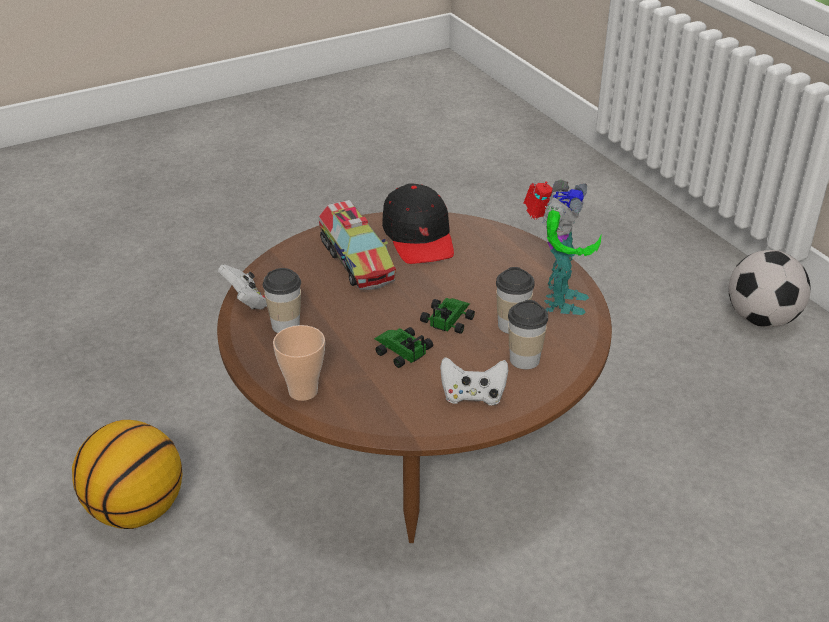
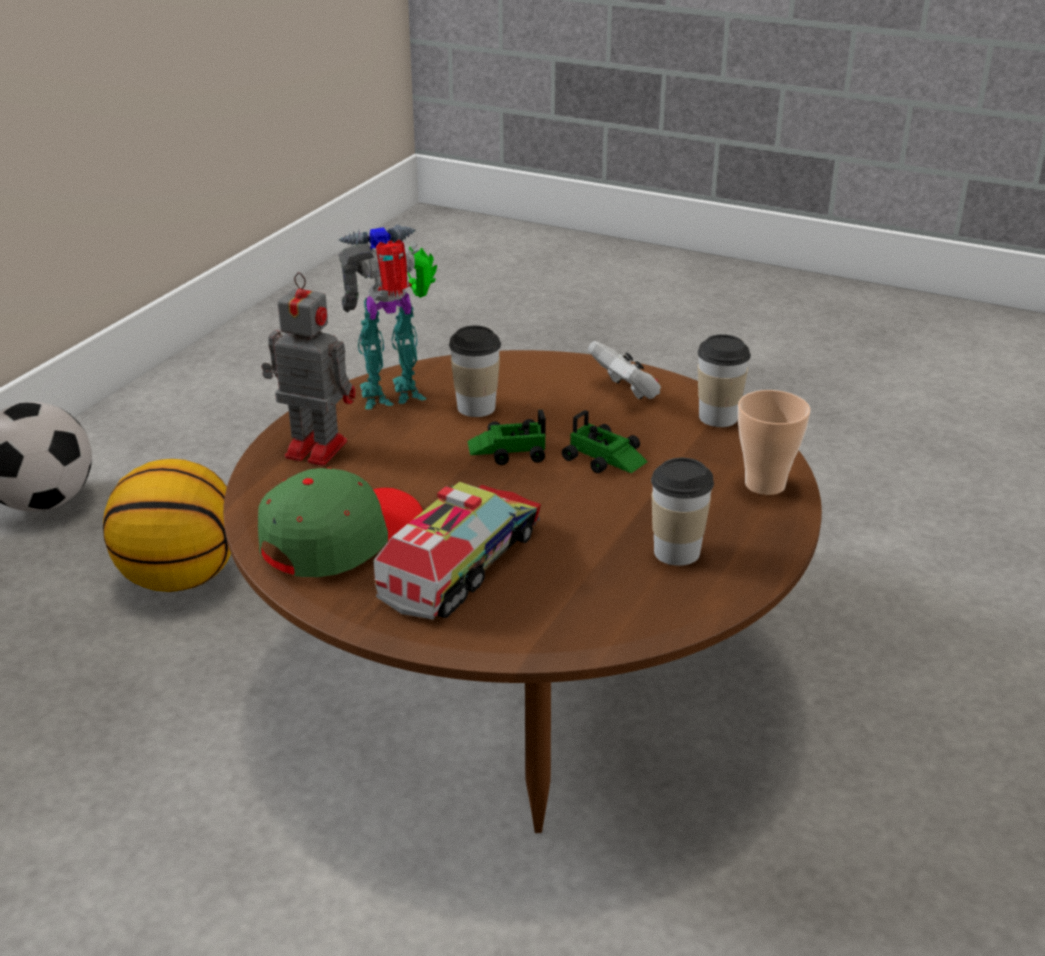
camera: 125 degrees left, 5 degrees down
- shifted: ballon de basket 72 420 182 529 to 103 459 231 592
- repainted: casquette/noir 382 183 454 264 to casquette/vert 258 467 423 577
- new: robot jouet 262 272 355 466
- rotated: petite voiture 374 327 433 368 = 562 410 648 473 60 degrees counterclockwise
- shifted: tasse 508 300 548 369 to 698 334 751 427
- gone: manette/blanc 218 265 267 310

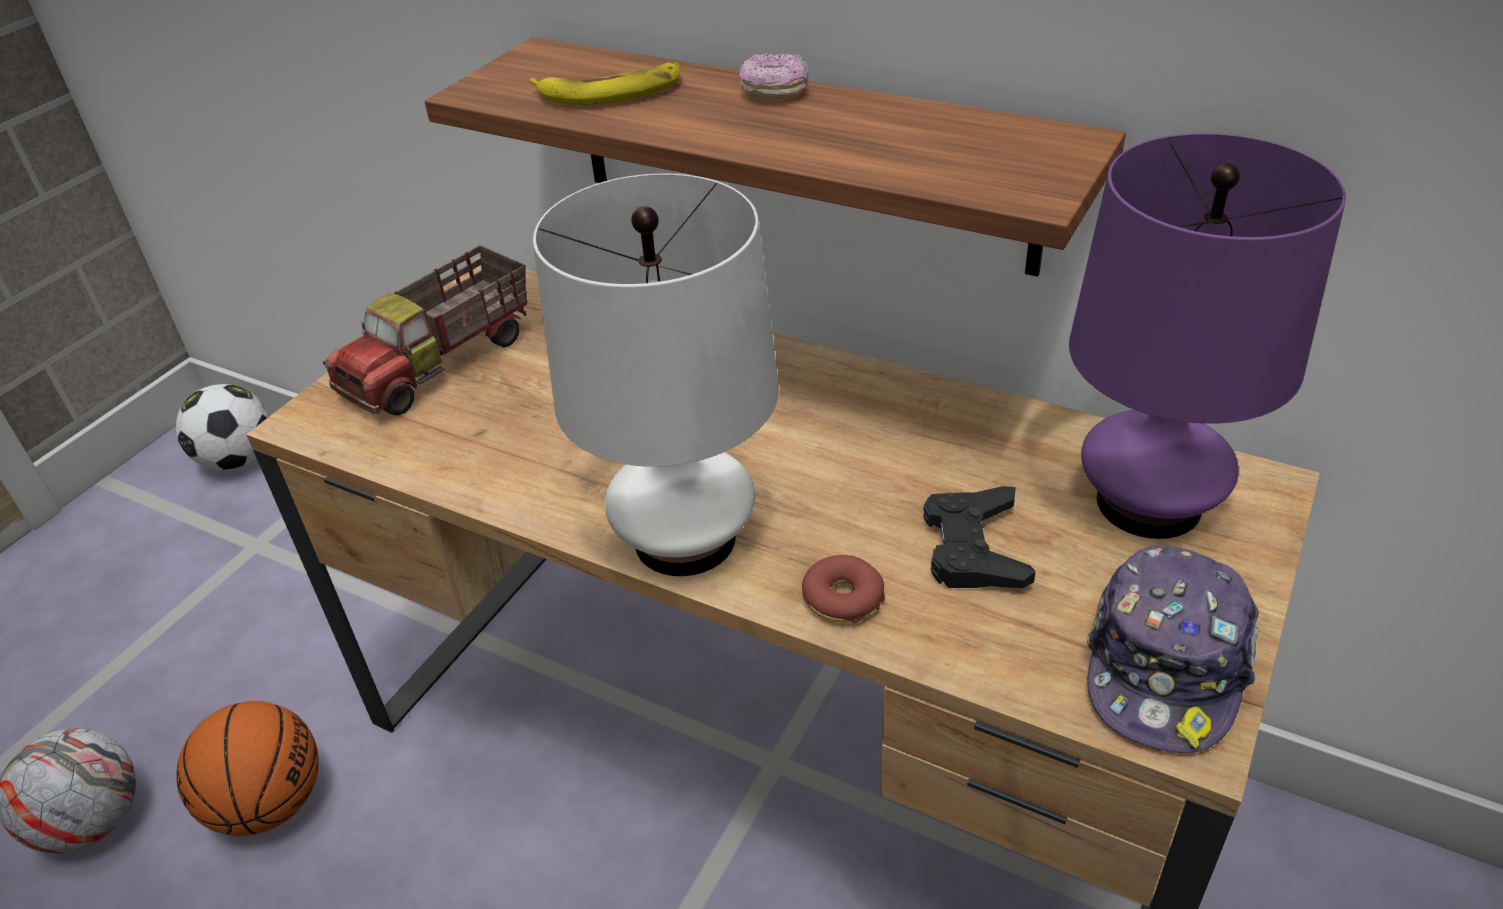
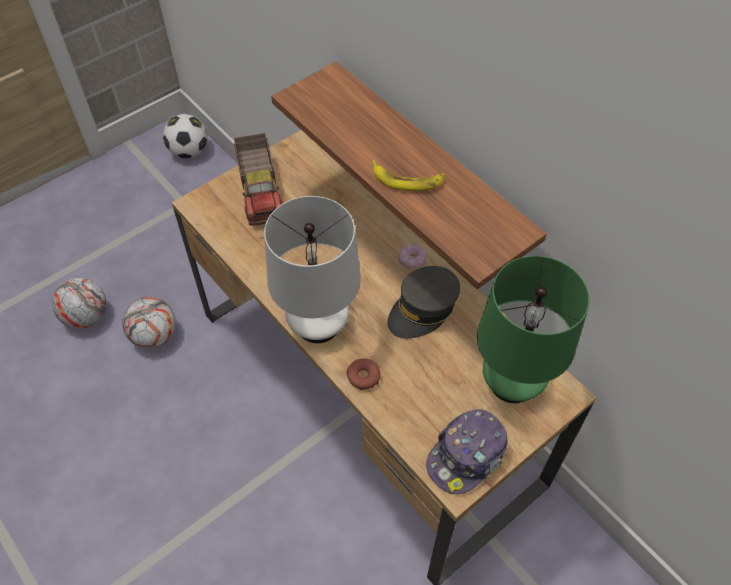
camera: 20 degrees right, 15 degrees up
- swapped: ballon de basket 176 701 319 836 to ballon de foot 122 297 176 349
- rotated: camion jouet 323 245 528 416 = 234 133 283 226 75 degrees counterclockwise
- shifted: banane 529 62 681 105 to 372 160 445 191
- new: casquette/gris 387 266 460 339
- shifted: beignet 739 54 808 99 to 398 244 427 270
- repainted: lampe de table/violet 1069 133 1346 539 to lampe de table/vert 477 256 589 403
- gone: manette/noir 923 486 1036 588

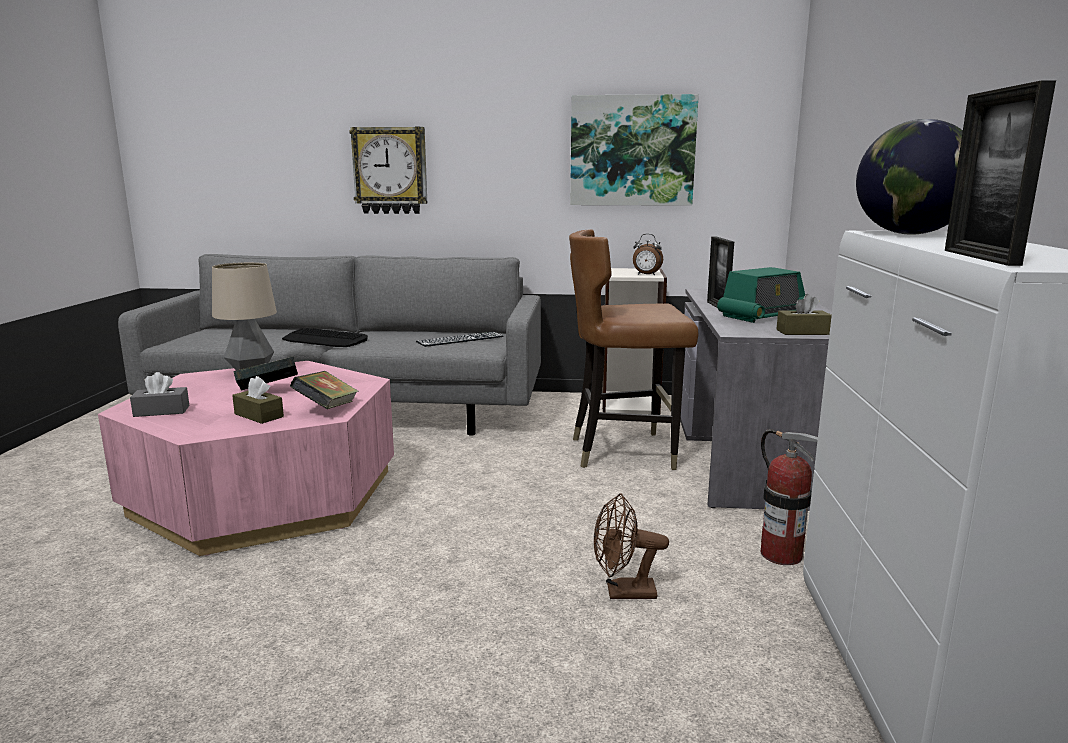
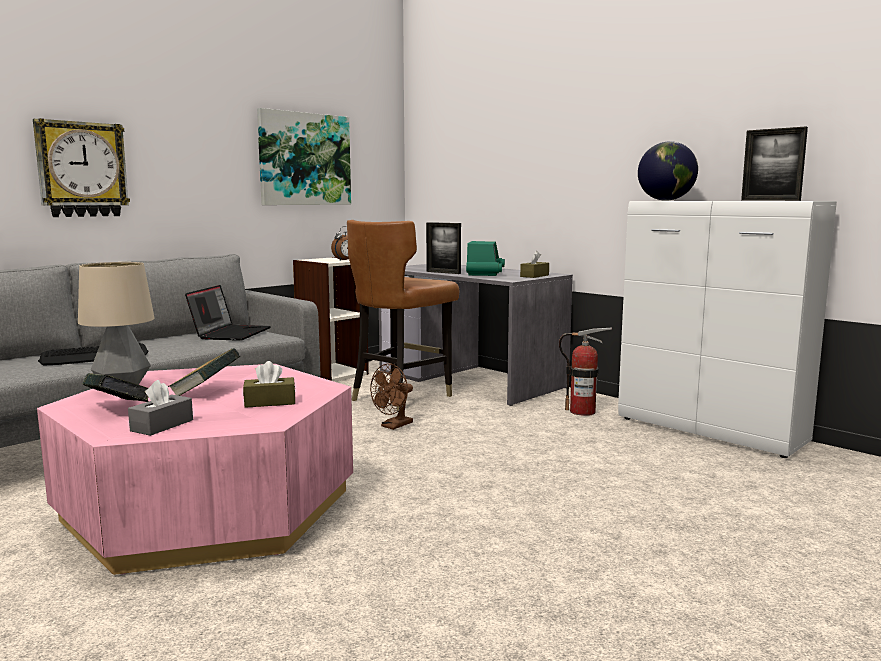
camera: 50 degrees left, 5 degrees down
- shifted: livre 290 371 358 409 to 83 373 149 402
- swapped: clavier 416 332 503 347 to ordinateur portable 185 285 271 341
- shifted: ventilateur/marron 594 494 669 599 to 370 363 413 430

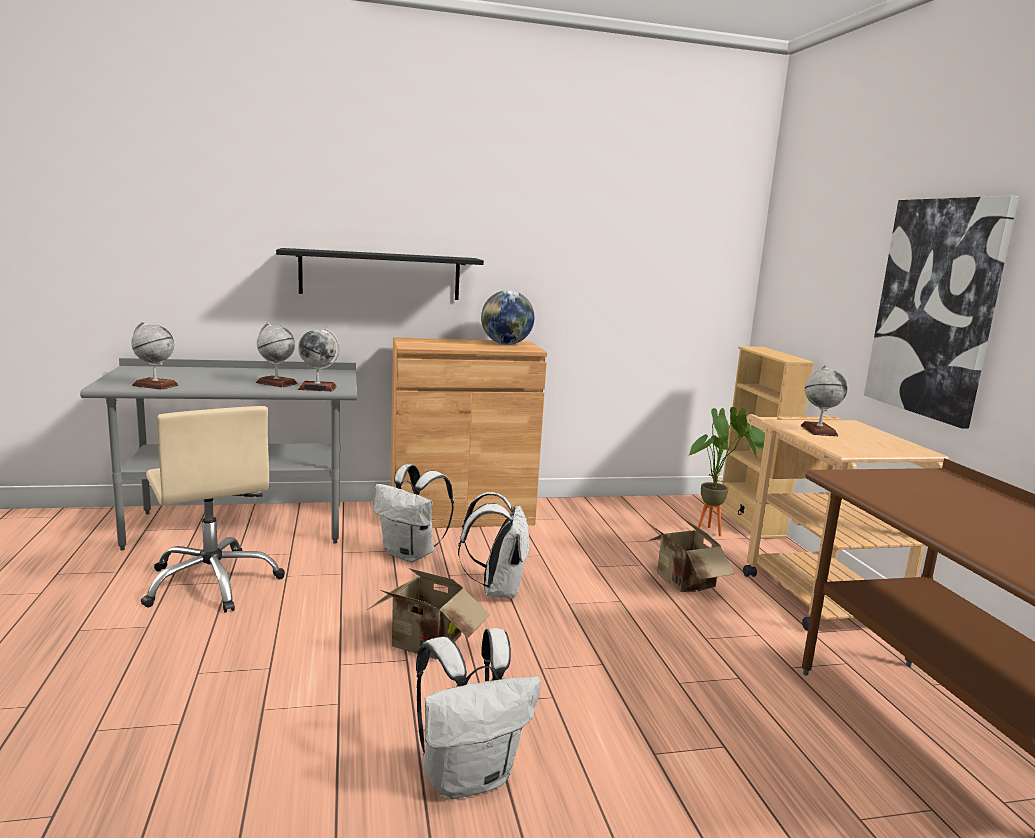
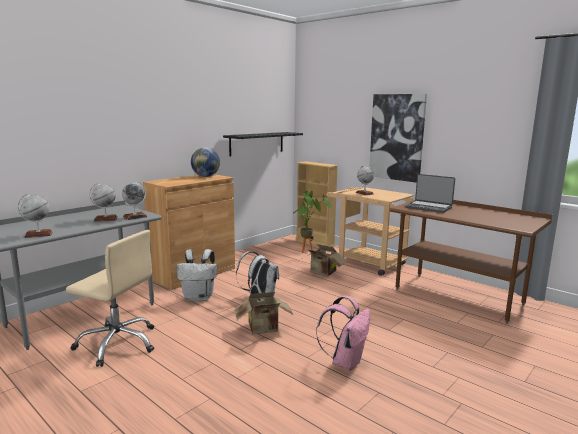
camera: 35 degrees left, 0 degrees up
- shifted: étagère/noir 276 248 484 300 to 223 132 303 156
- repainted: sac à dos/blanc 416 628 541 799 to sac à dos/rose 316 296 370 371
- new: ordinateur portable 406 174 455 213

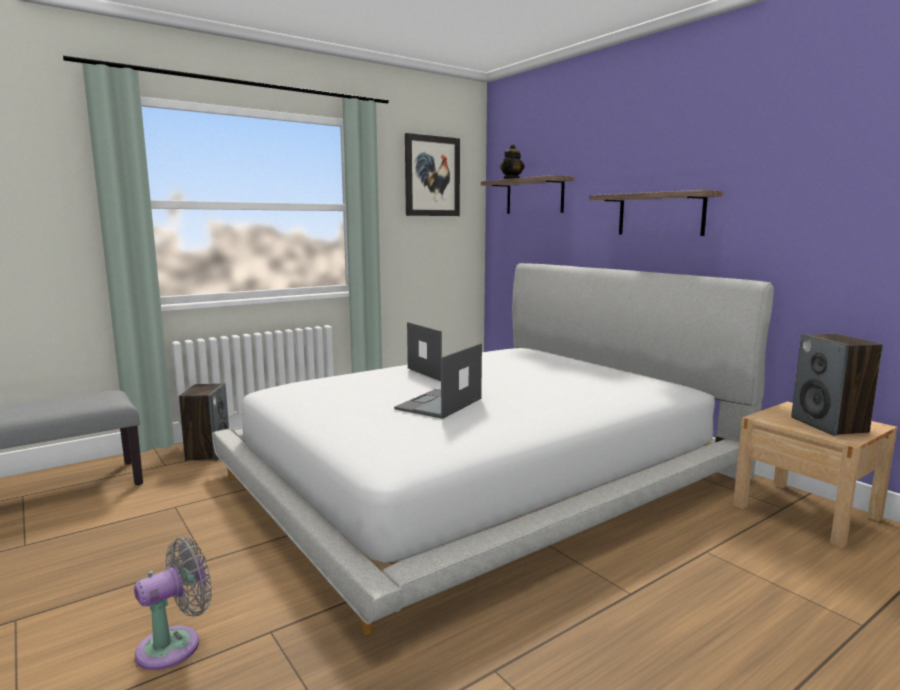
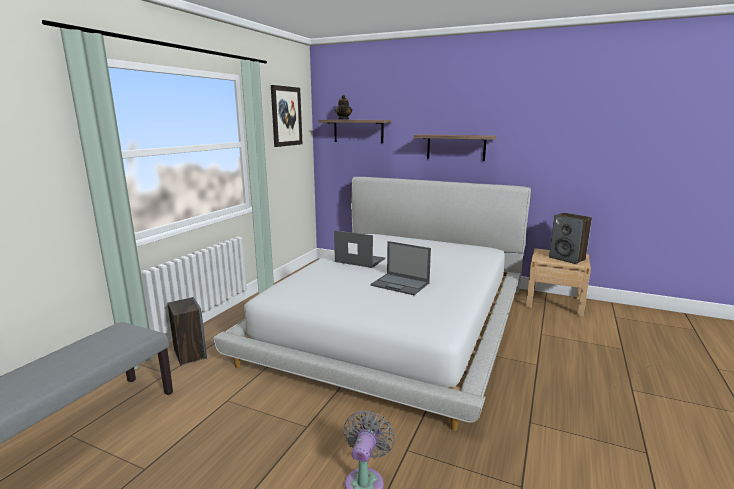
camera: 30 degrees left, 5 degrees up
- rotated: ordinateur portable 394 343 482 419 = 370 241 431 295 60 degrees counterclockwise

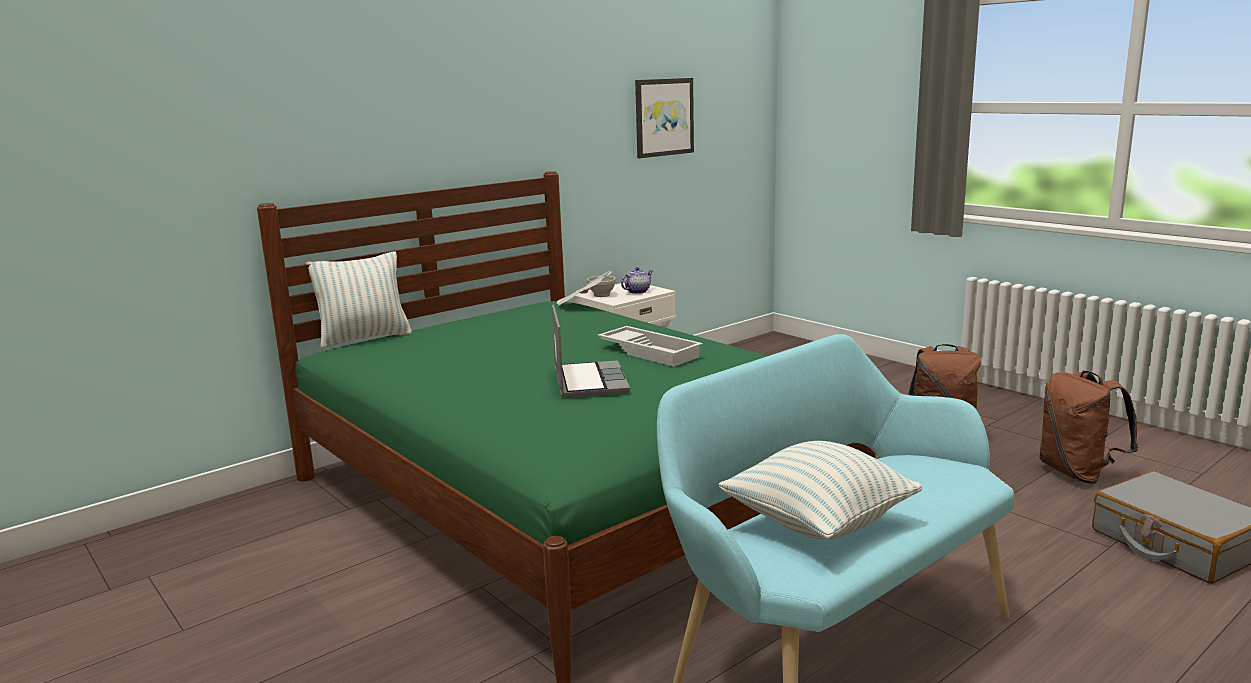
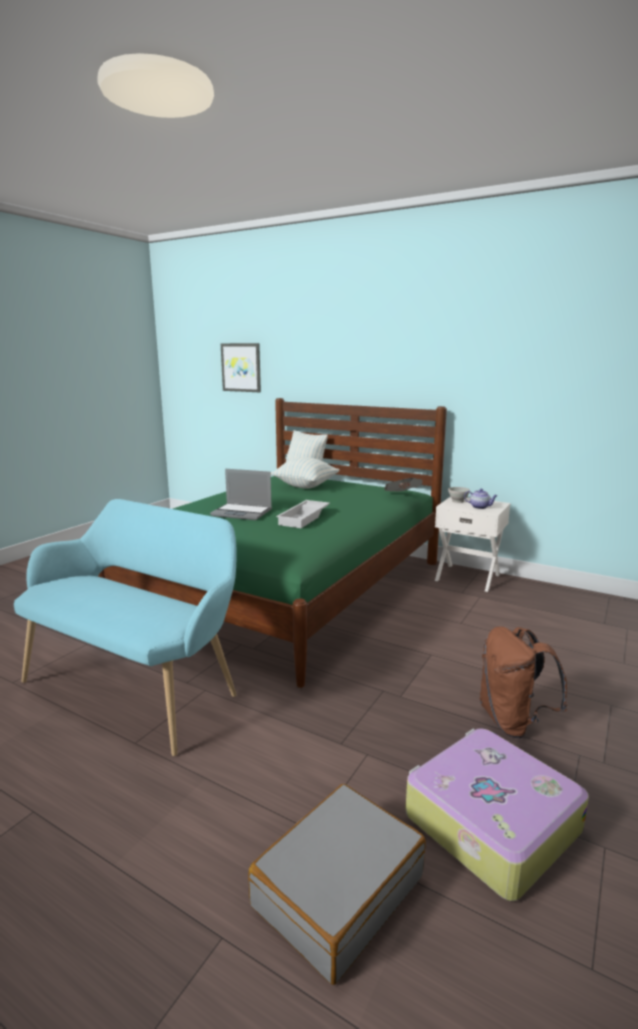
camera: 70 degrees right, 0 degrees up
- rotated: ordinateur portable 552 305 630 398 = 210 469 272 520 45 degrees clockwise
- shifted: tableau 635 78 694 158 to 221 343 261 392
- shifted: coussin 718 441 922 540 to 271 457 340 489
- swapped: sac à dos/marron 1039 371 1138 484 to valise 405 728 589 901

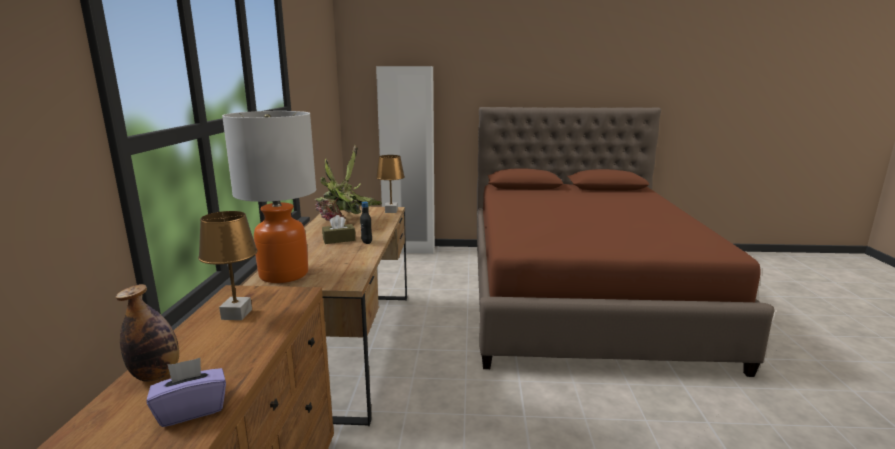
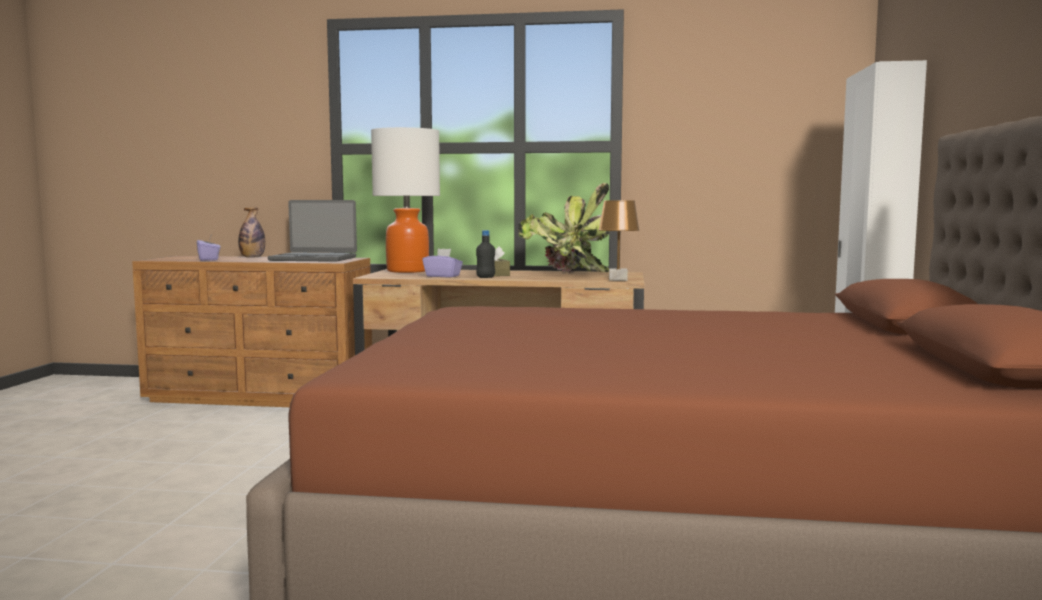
camera: 95 degrees right, 10 degrees down
- swapped: lampe de table/marron 198 211 258 320 to ordinateur portable 268 200 357 262
- new: boîte à mouchoirs/violet 422 249 463 278

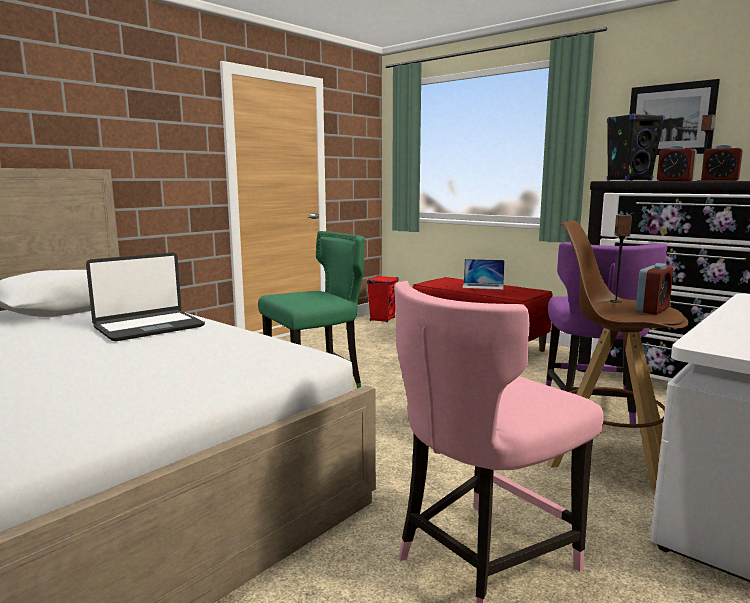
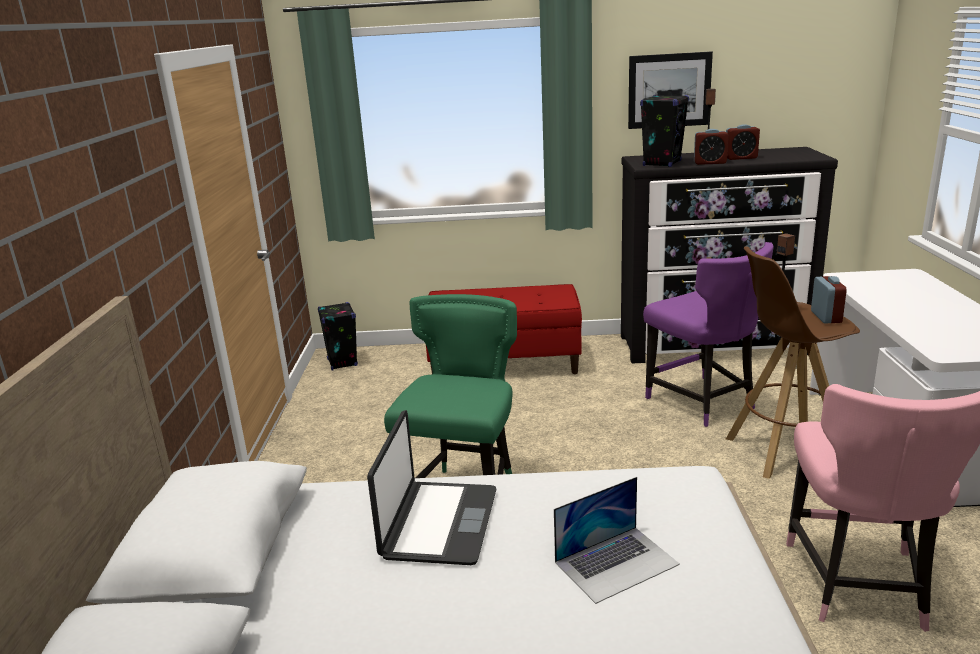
camera: 40 degrees left, 10 degrees up
- repainted: enceinte/rouge 367 276 399 322 to enceinte/noir 318 302 358 370
- shifted: ordinateur portable 462 259 505 290 to 554 477 680 604

